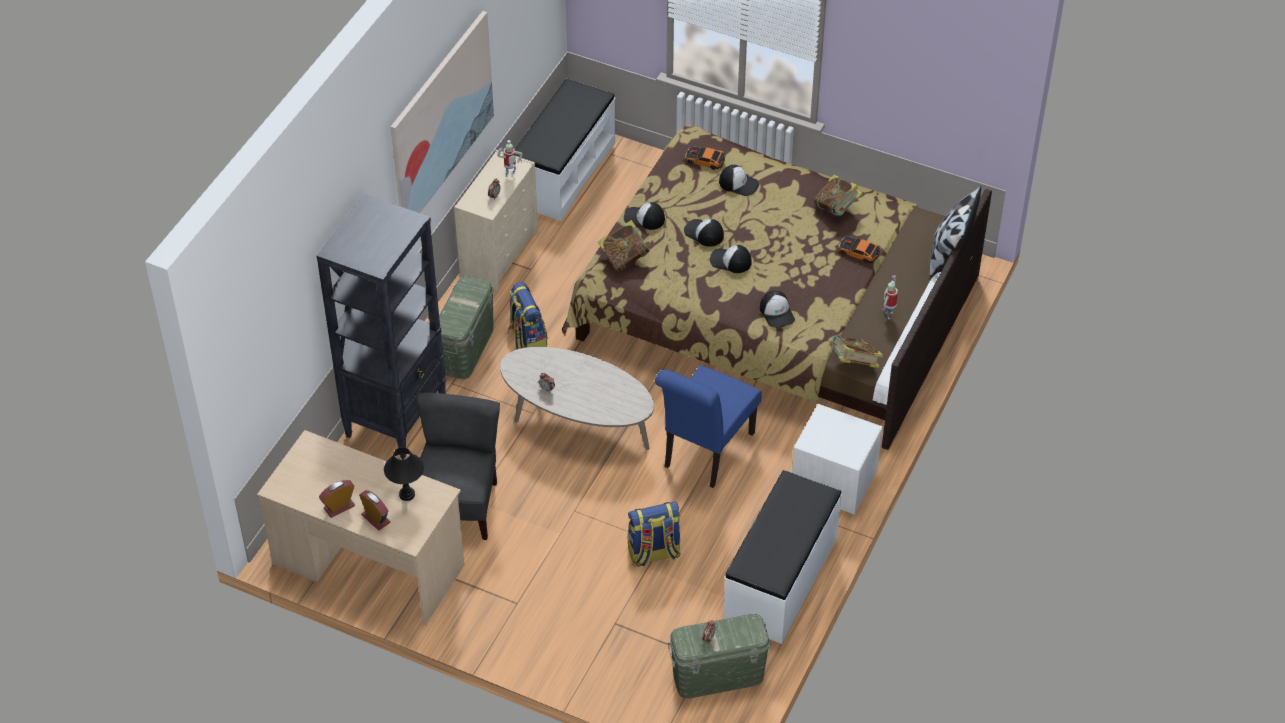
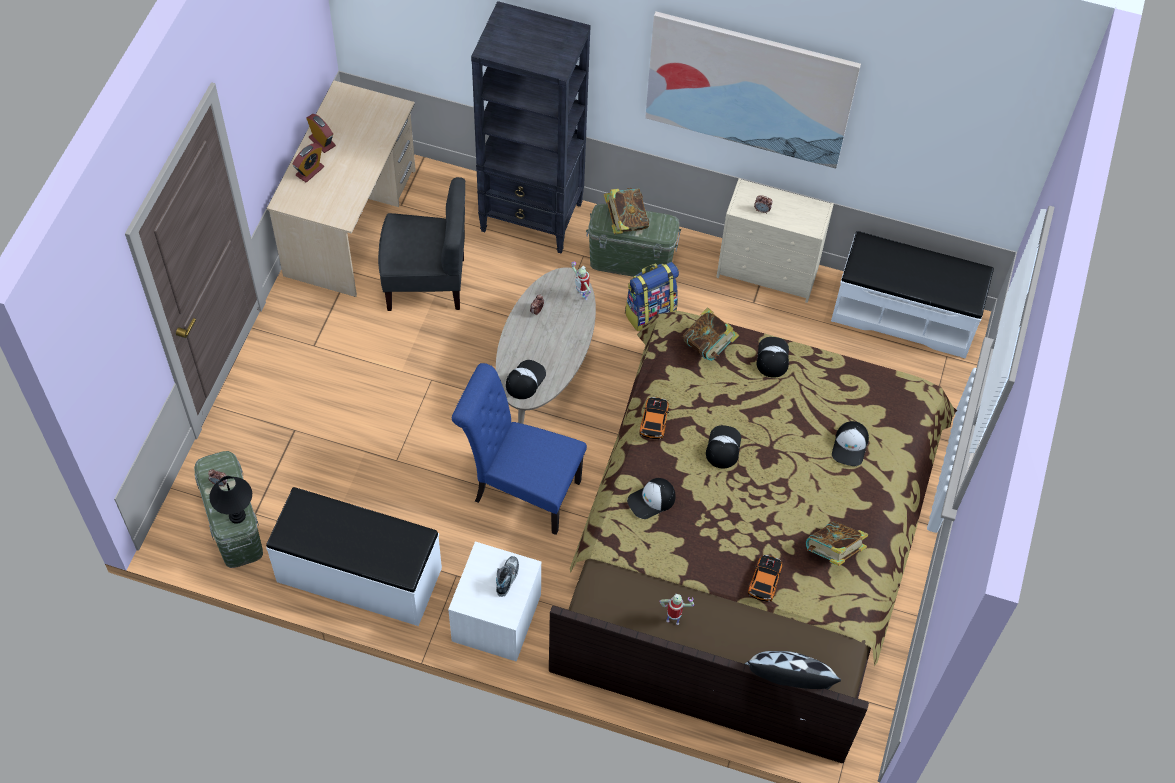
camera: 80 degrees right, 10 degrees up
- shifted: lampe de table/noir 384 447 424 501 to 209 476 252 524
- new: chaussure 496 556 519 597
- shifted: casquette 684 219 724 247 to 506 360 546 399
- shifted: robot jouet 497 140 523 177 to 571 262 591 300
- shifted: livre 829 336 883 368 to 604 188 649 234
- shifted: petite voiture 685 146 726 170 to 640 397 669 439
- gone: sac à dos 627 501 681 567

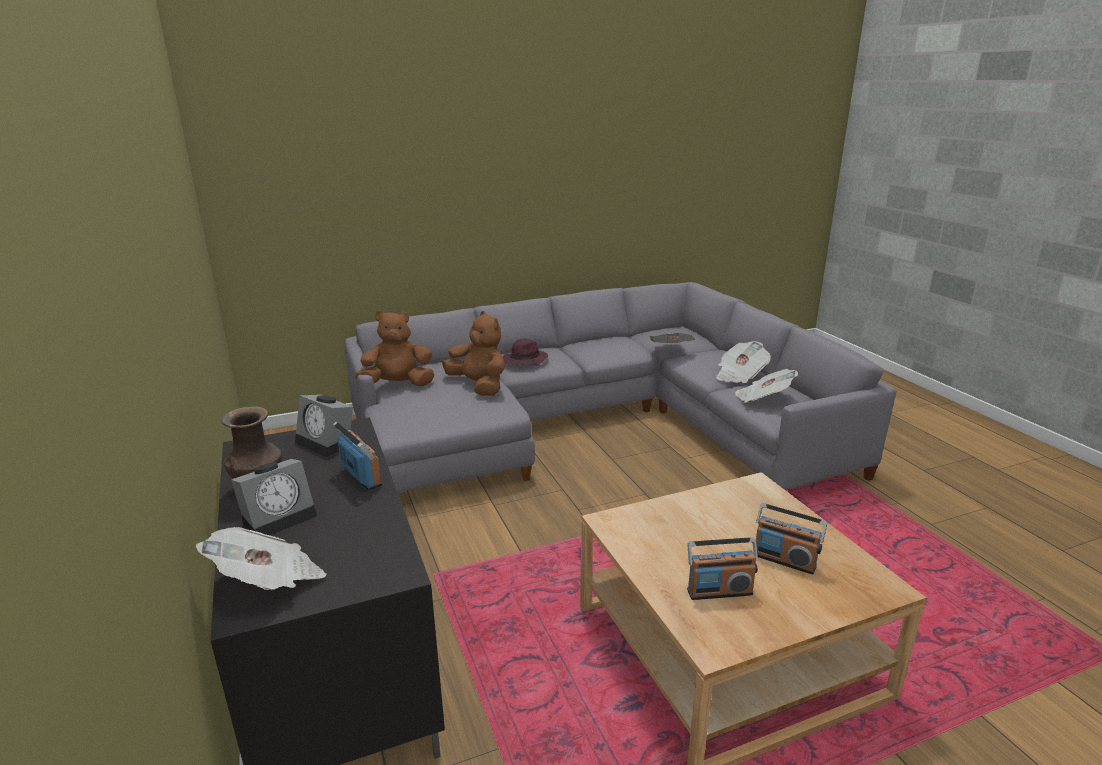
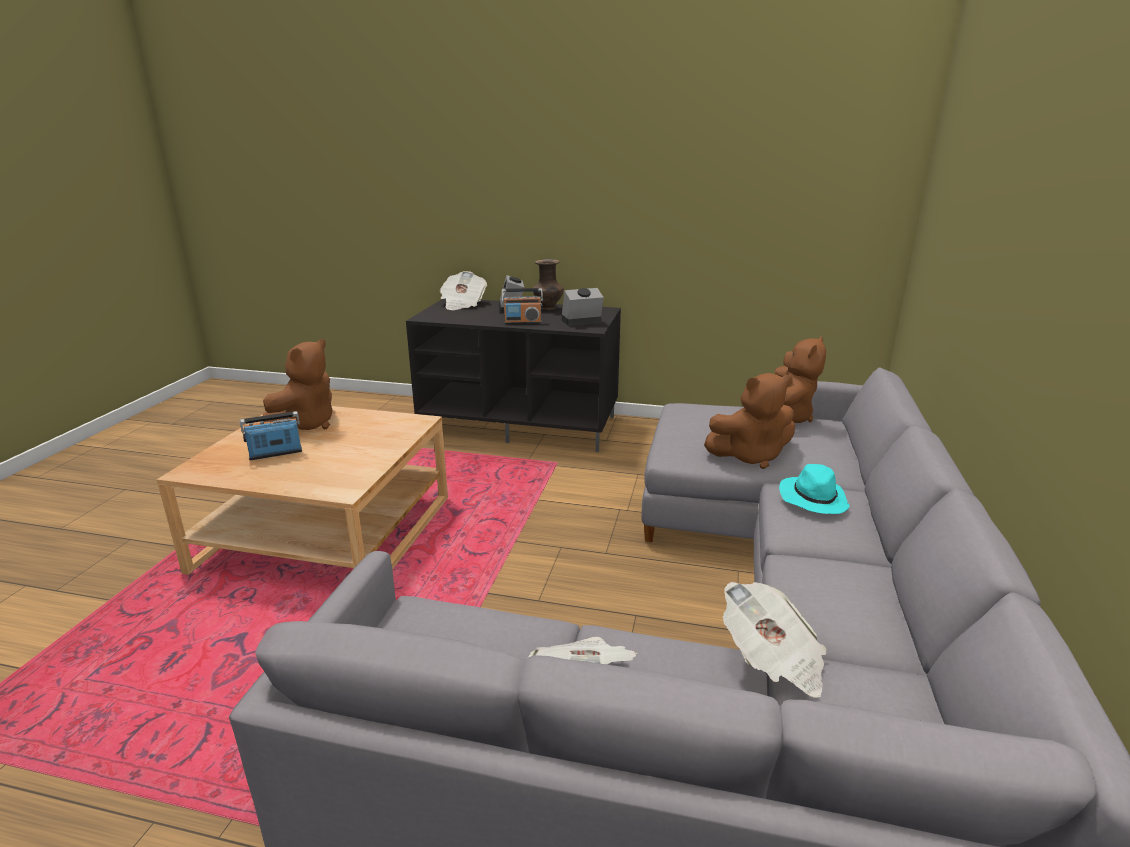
camera: 125 degrees right, 0 degrees up
- swapped: radio 687 537 758 600 to peluche/marron 263 339 333 430
- repainted: chapeau/violet 503 338 548 365 to chapeau/turquoise 779 464 850 514
- gone: journal 735 369 798 403

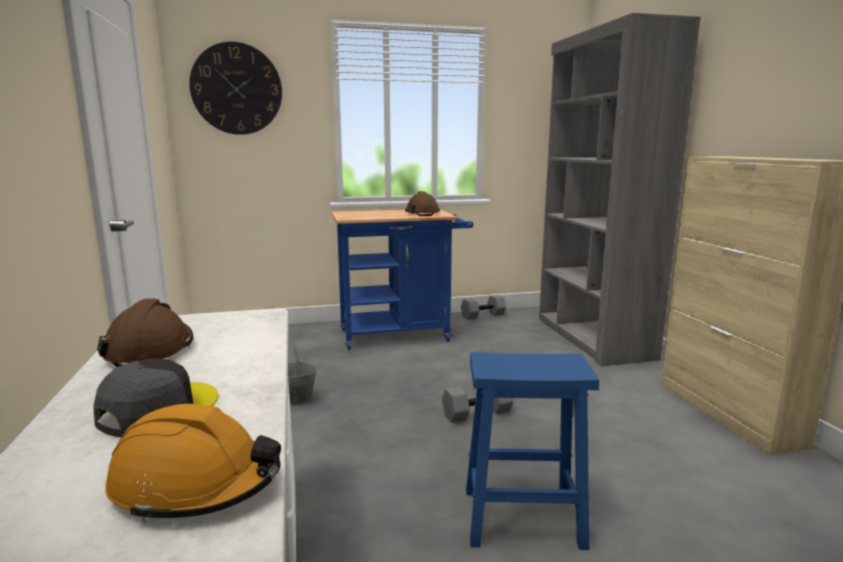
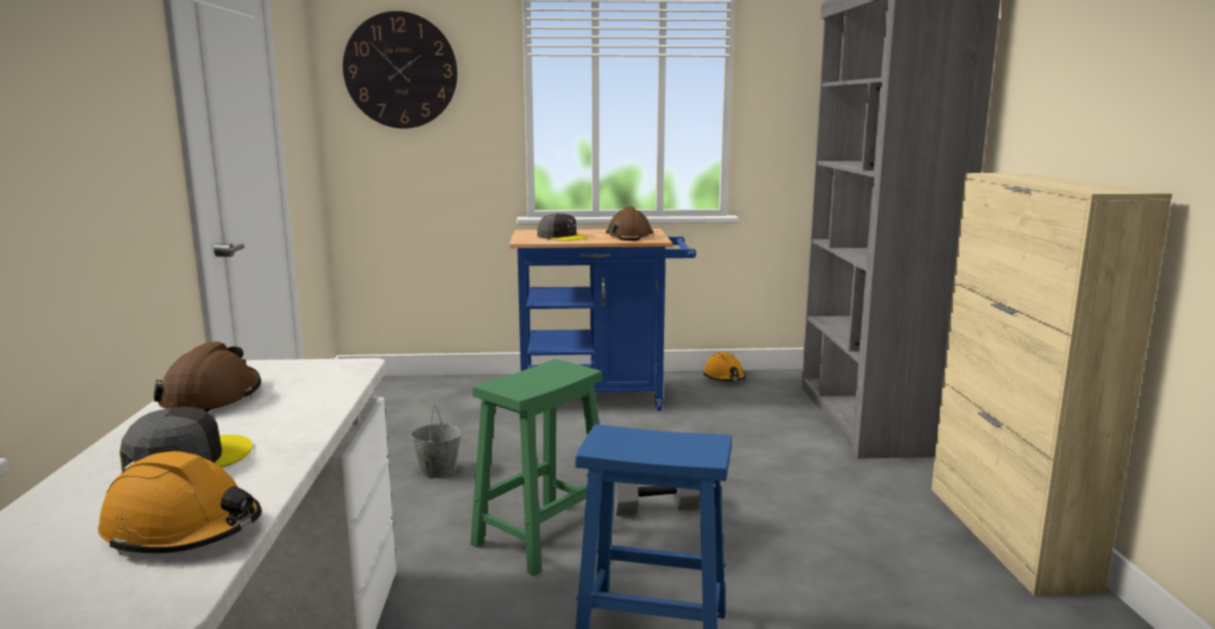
camera: 10 degrees right, 0 degrees up
- new: tabouret/vert 470 359 602 576
- new: casquette/gris 537 213 588 241
- swapped: haltère/gris 461 295 506 320 to casque de chantier/orange 703 352 746 381

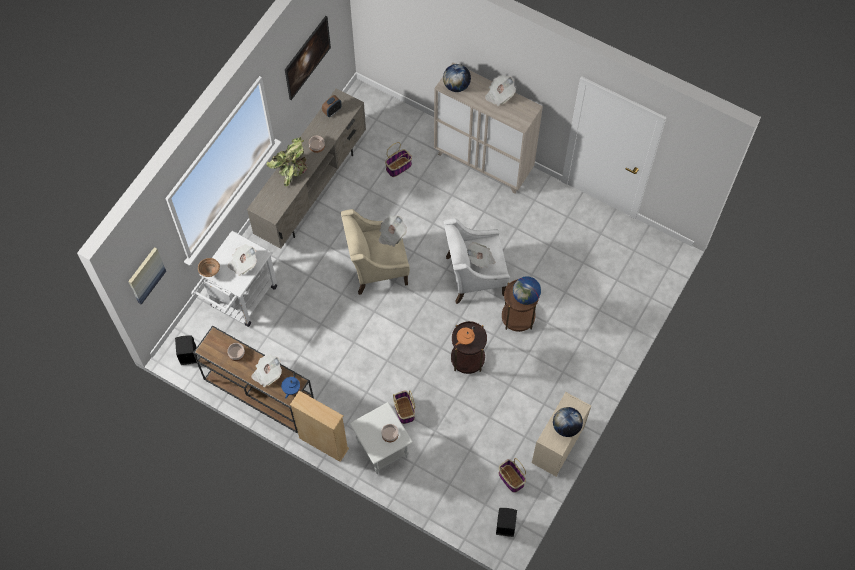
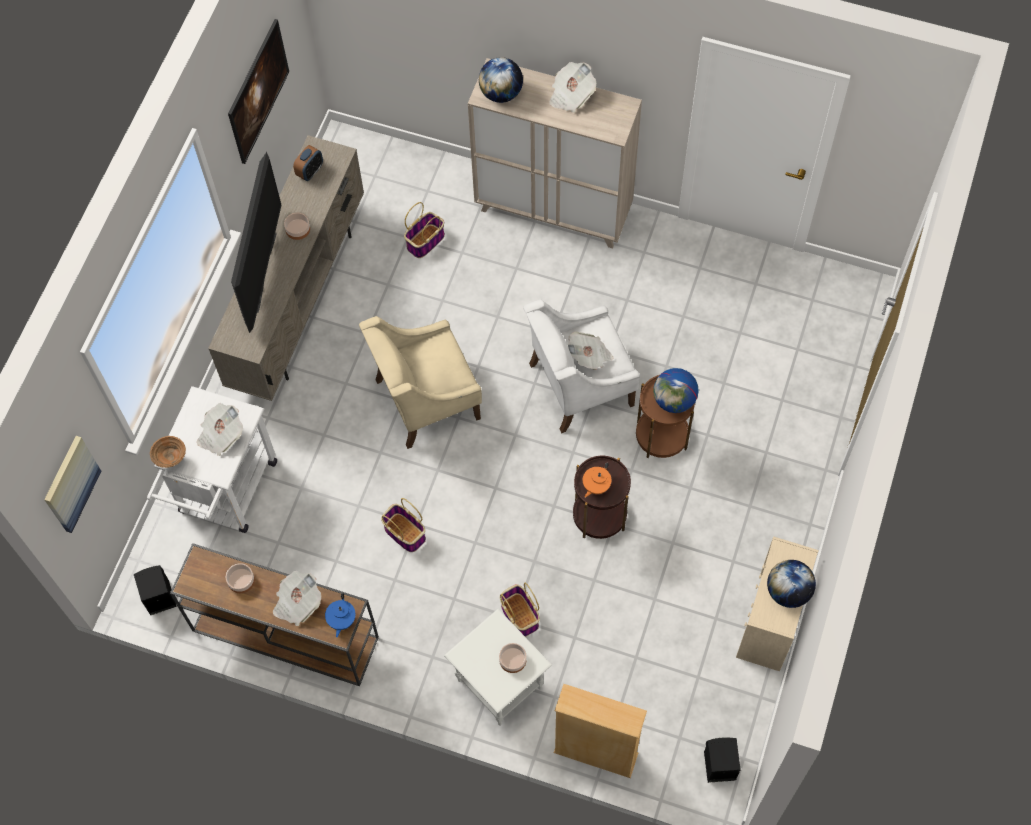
camera: 10 degrees left, 0 degrees up
- swapped: plante en pot 266 137 308 187 to téléviseur 231 152 281 333
- shifted: panier 499 458 526 493 to 381 498 426 552
- shifted: bibliothèque/beige 290 391 349 462 to 554 684 647 778
- gone: journal 379 216 407 247

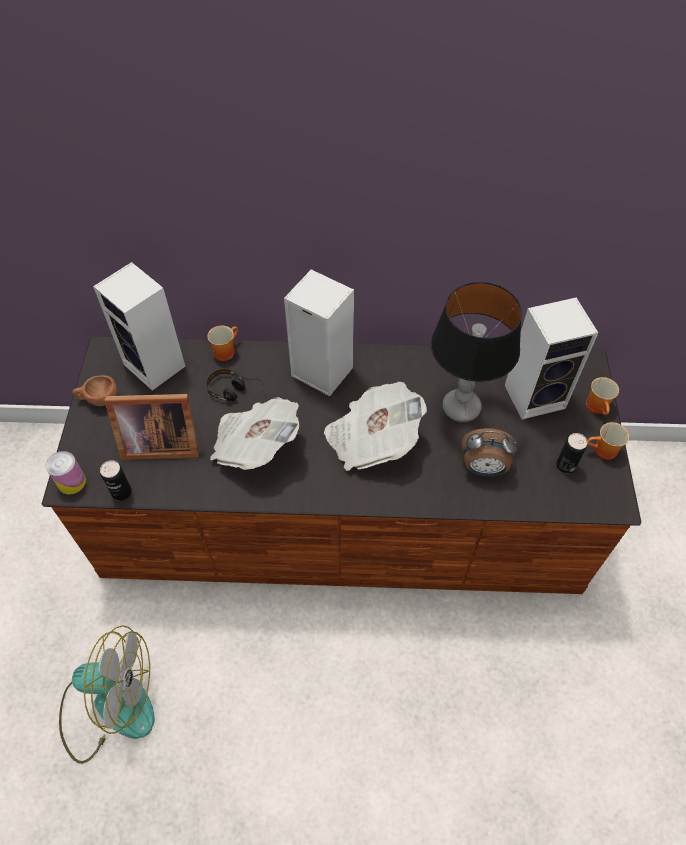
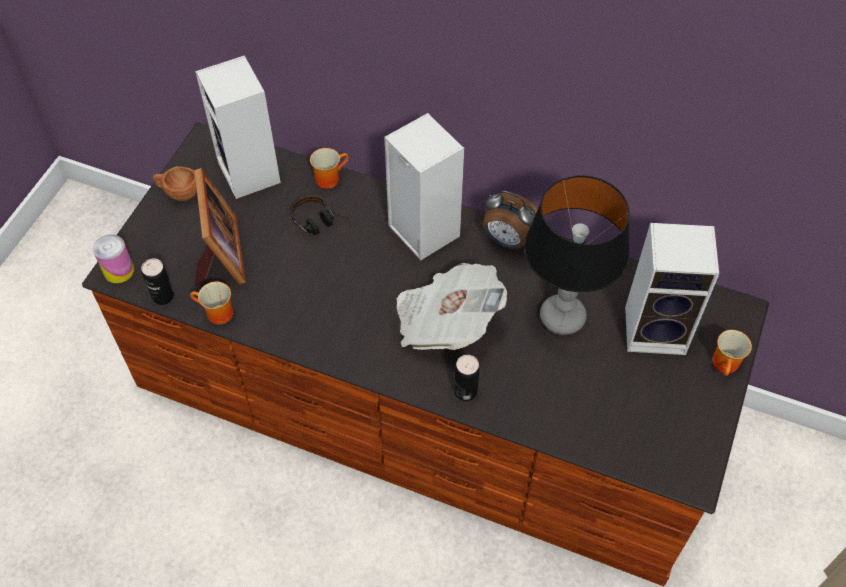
camera: 20 degrees right, 0 degrees up
- shifted: mug 587 422 629 459 to 190 282 233 324
- rotated: cadre photo 104 394 199 460 = 194 168 246 287 120 degrees counterclockwise
- shifted: boîte métallique 556 433 588 473 to 454 355 480 401
- shifted: réveil 461 428 517 477 to 483 191 538 249
- gone: ventilateur 59 625 155 764
- gone: journal 210 397 299 470

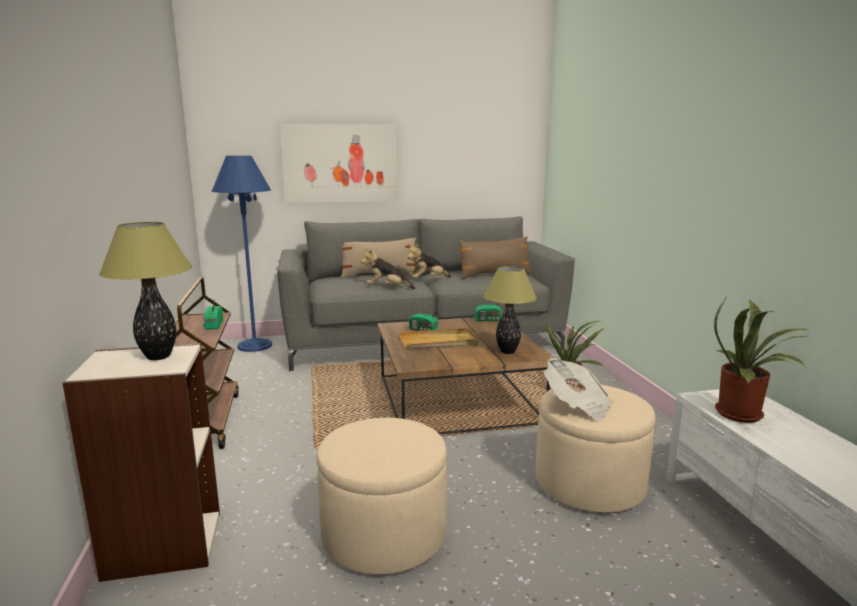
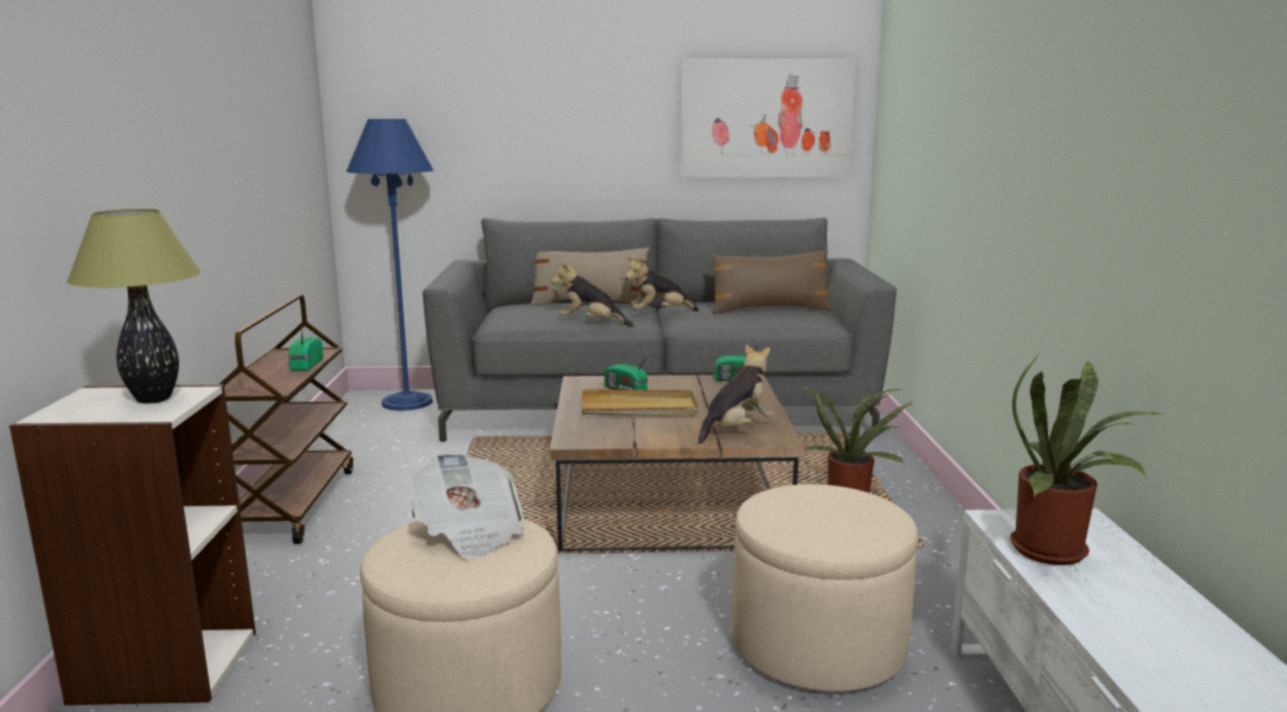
camera: 10 degrees right, 0 degrees up
- shifted: journal 544 358 613 421 to 410 452 525 560
- shifted: tableau 280 124 397 203 to 680 59 856 177
- swapped: lampe de table 483 266 537 354 to peluche 698 344 773 444

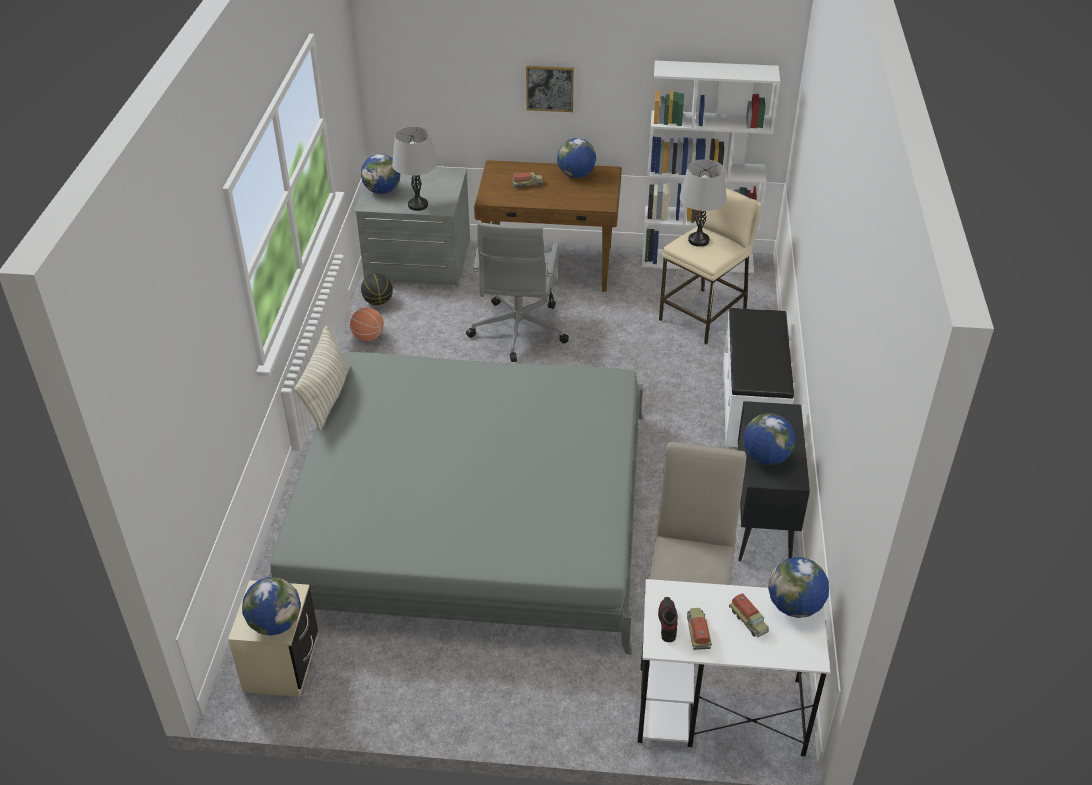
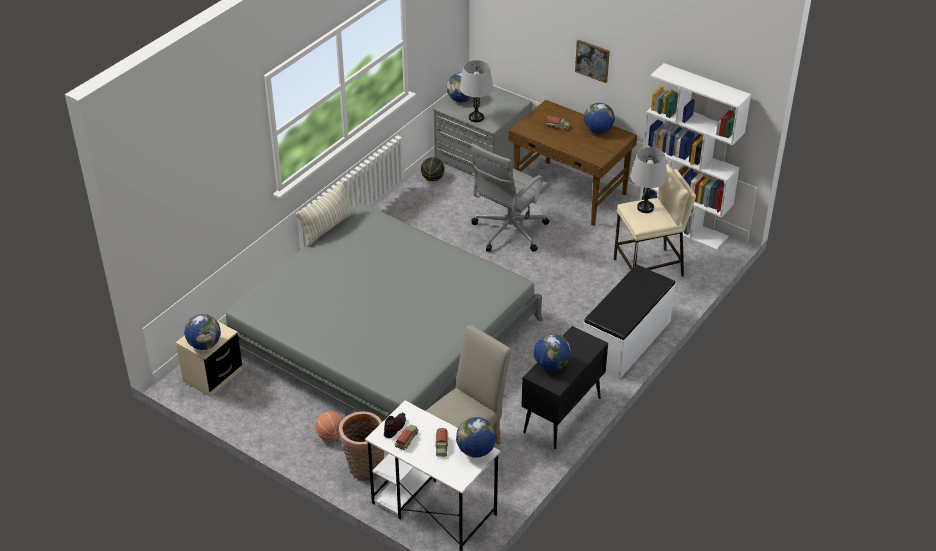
camera: 30 degrees right, 0 degrees up
- shifted: ballon de basket 350 308 384 341 to 315 411 343 442
- new: panier 339 411 384 481

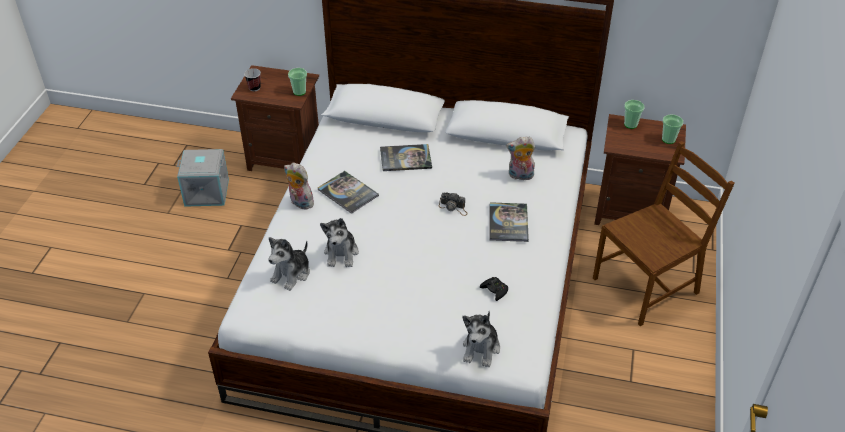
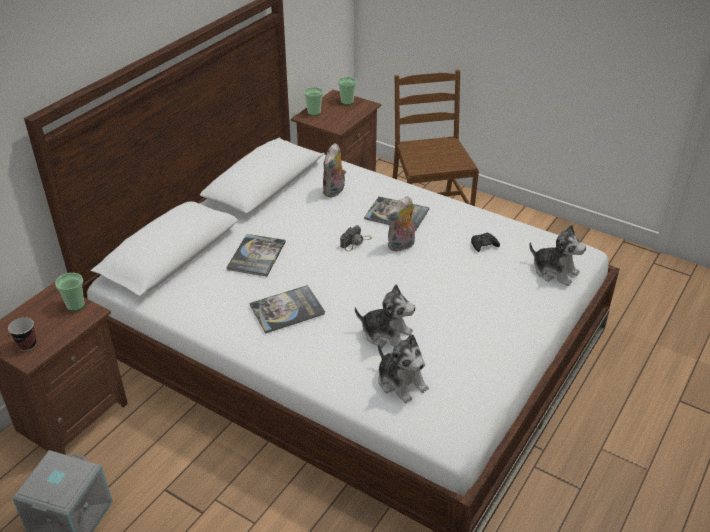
camera: 70 degrees left, 5 degrees down
- shifted: peluche 284 163 315 209 to 386 196 415 251

